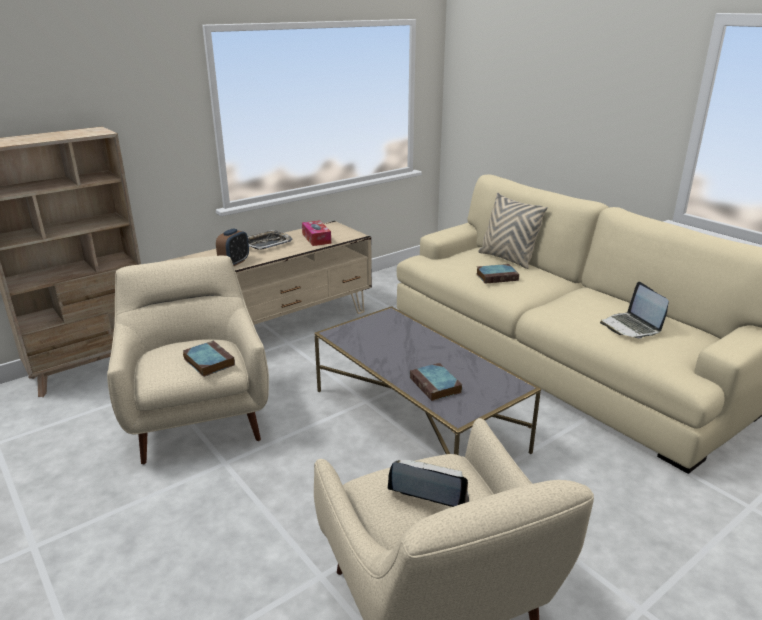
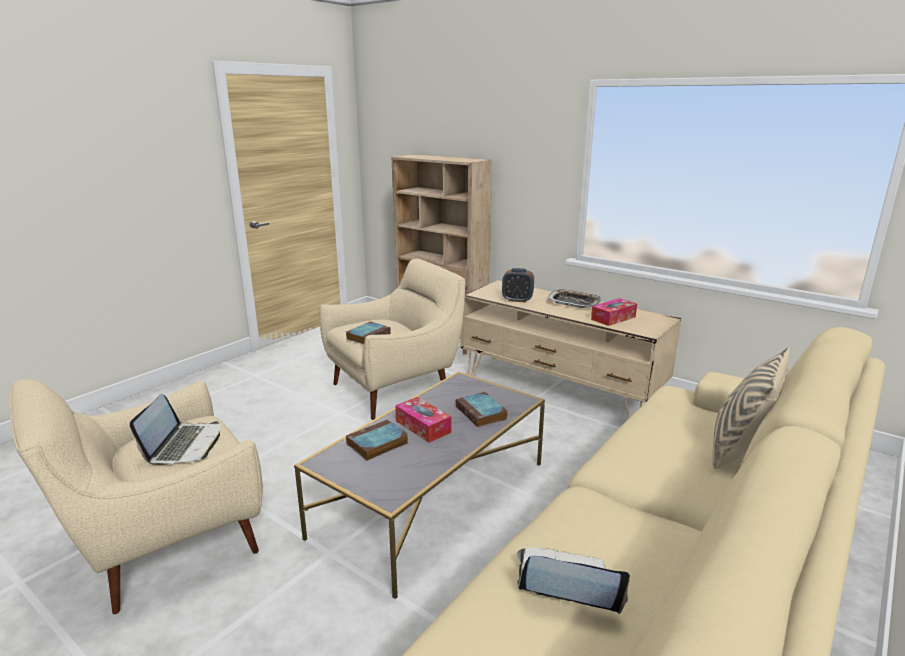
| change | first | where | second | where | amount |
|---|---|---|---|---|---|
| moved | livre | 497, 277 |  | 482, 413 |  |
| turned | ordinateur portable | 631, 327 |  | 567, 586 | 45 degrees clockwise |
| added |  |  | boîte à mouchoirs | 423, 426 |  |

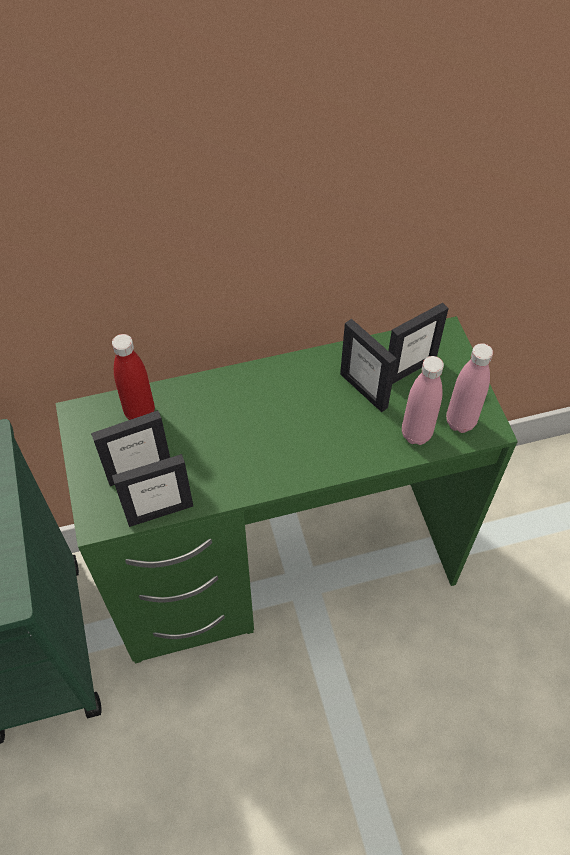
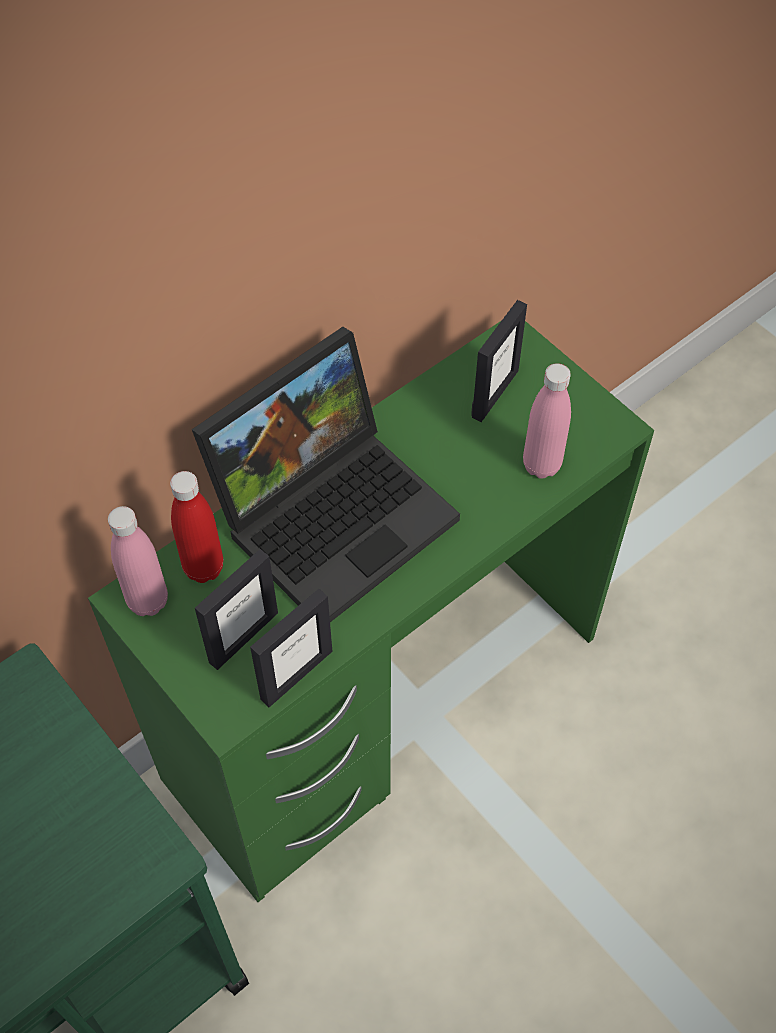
| change | first | where | second | where | amount |
|---|---|---|---|---|---|
| removed | cadre photo | 364, 390 |  |  |  |
| moved | bouteille/rose | 460, 422 |  | 148, 601 |  |
| added |  |  | ordinateur portable | 335, 512 |  |

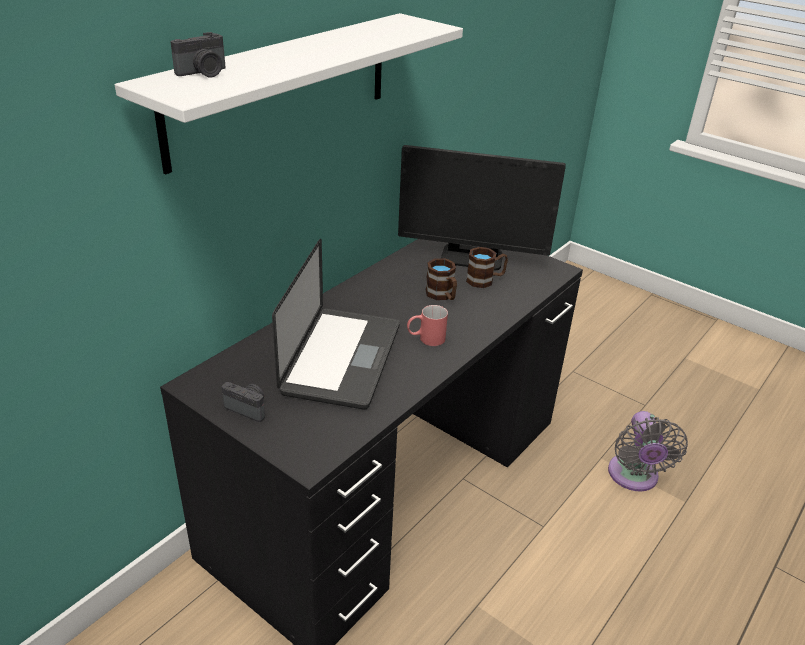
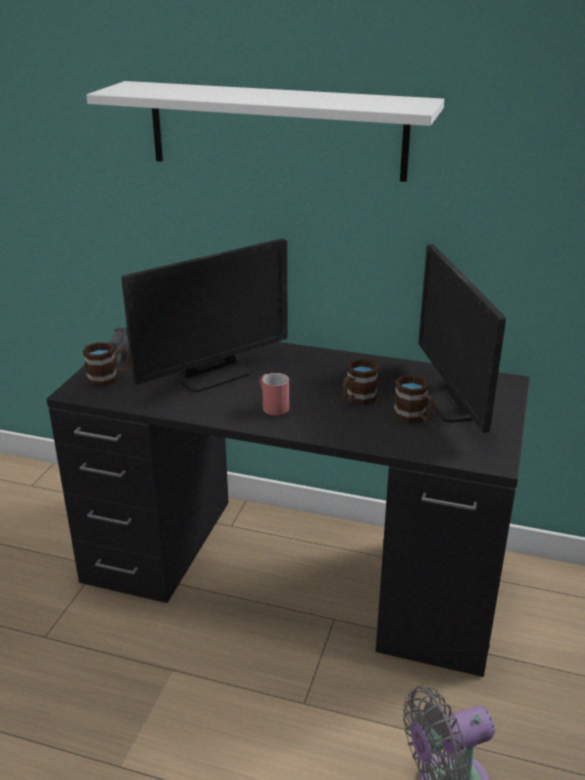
| change | first | where | second | where | amount |
|---|---|---|---|---|---|
| removed | appareil photo | 204, 73 |  |  |  |
| replaced | ordinateur portable | 342, 358 | écran d'ordinateur | 212, 374 |  |
| added |  |  | mug/marron | 109, 378 |  |

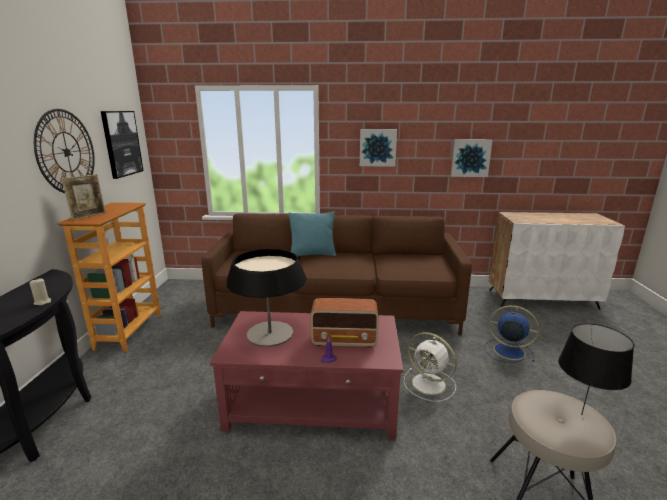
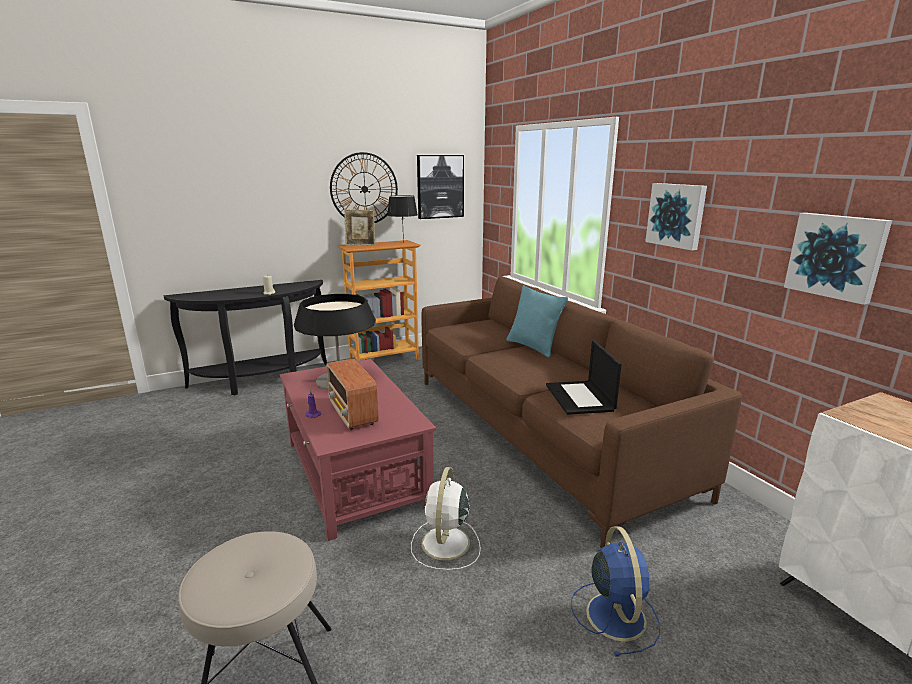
| change | first | where | second | where | amount |
|---|---|---|---|---|---|
| moved | lampe de table/noir | 581, 415 |  | 403, 242 |  |
| added |  |  | ordinateur portable | 580, 398 |  |

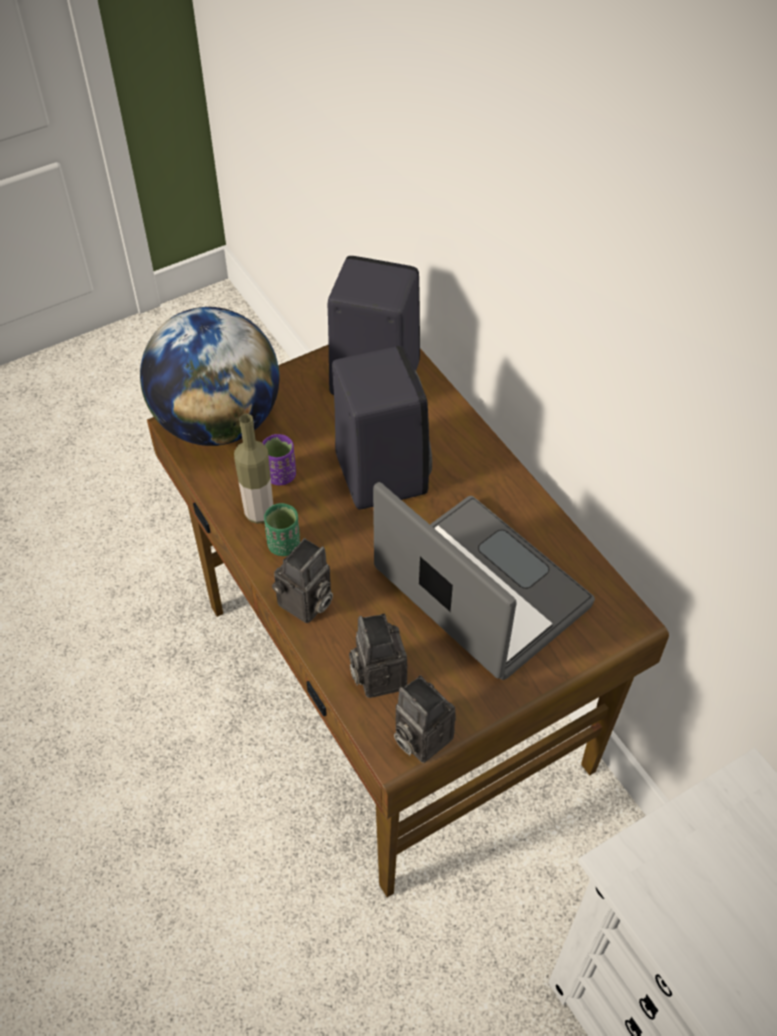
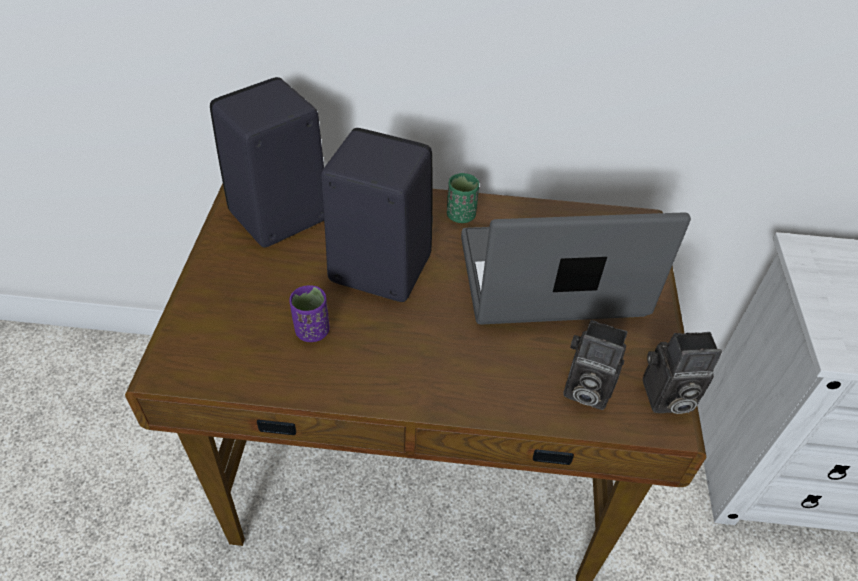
| change | first | where | second | where | amount |
|---|---|---|---|---|---|
| removed | globe | 218, 423 |  |  |  |
| removed | bouteille | 259, 513 |  |  |  |
| moved | tasse/vert | 284, 545 |  | 461, 215 |  |
| removed | appareil photo | 305, 605 |  |  |  |

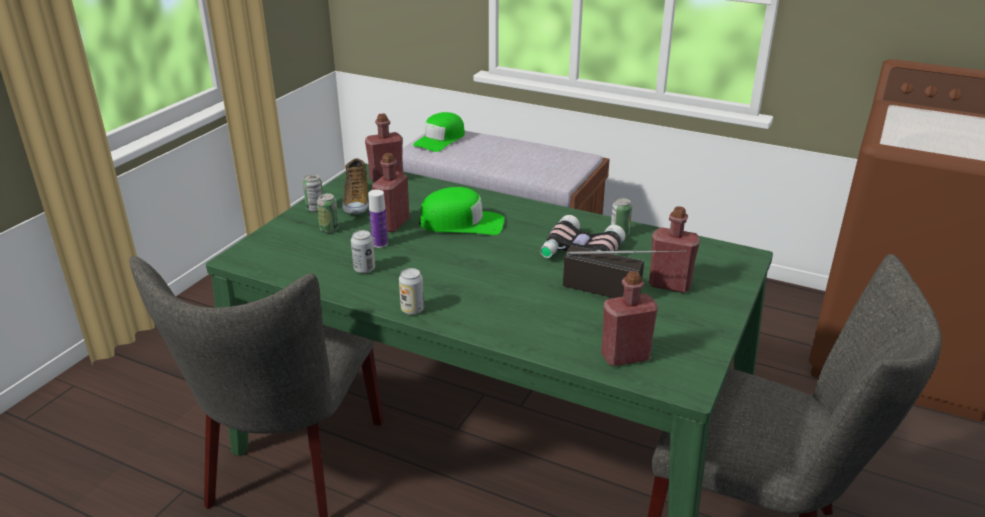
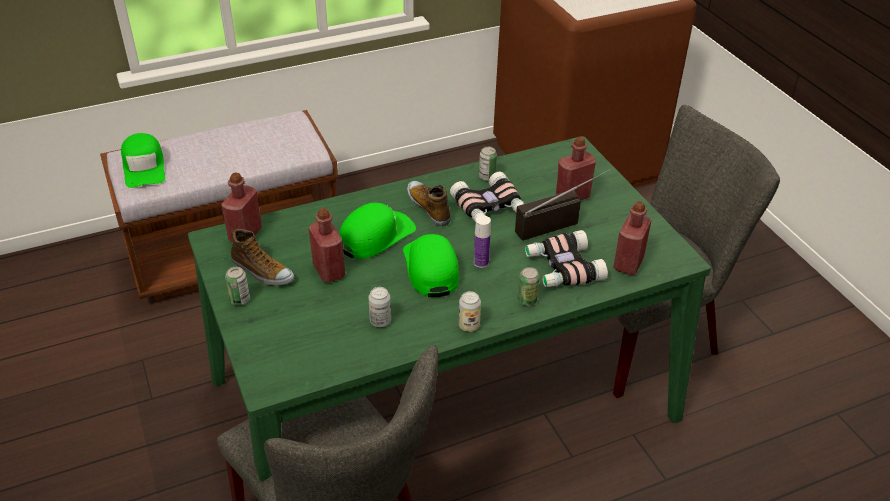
| change | first | where | second | where | amount |
|---|---|---|---|---|---|
| moved | bouteille | 380, 244 |  | 481, 262 |  |
| moved | boîte métallique | 329, 229 |  | 527, 300 |  |
| added |  |  | chaussure | 429, 207 |  |
| added |  |  | jumelles | 562, 268 |  |
| added |  |  | casquette/vert | 431, 268 |  |

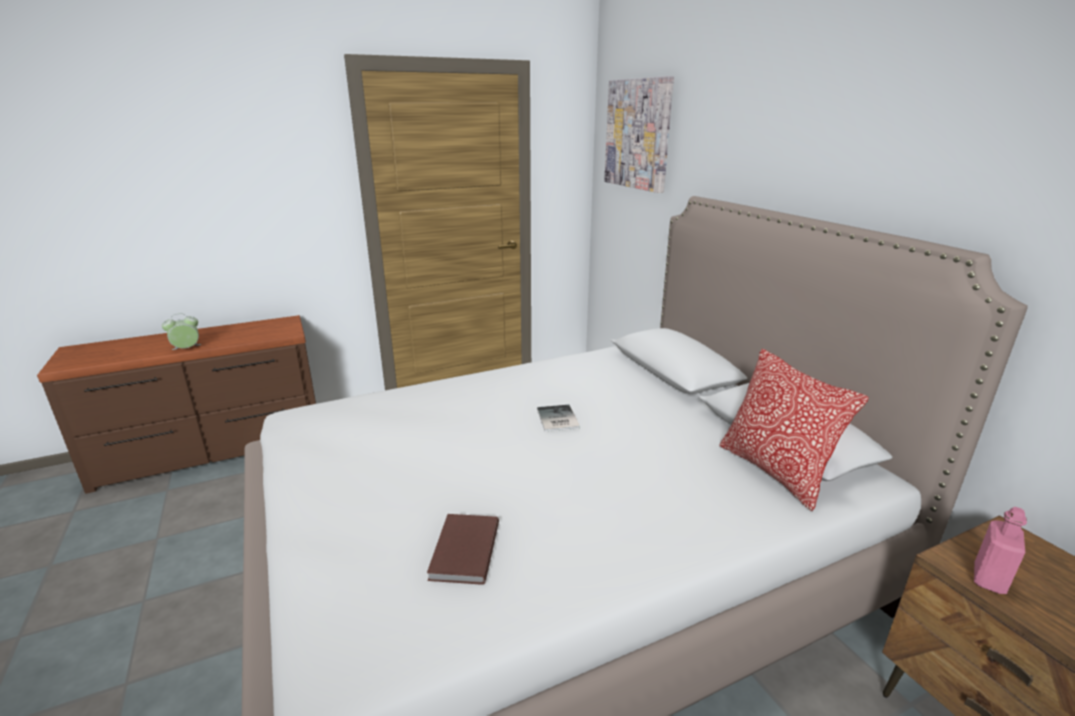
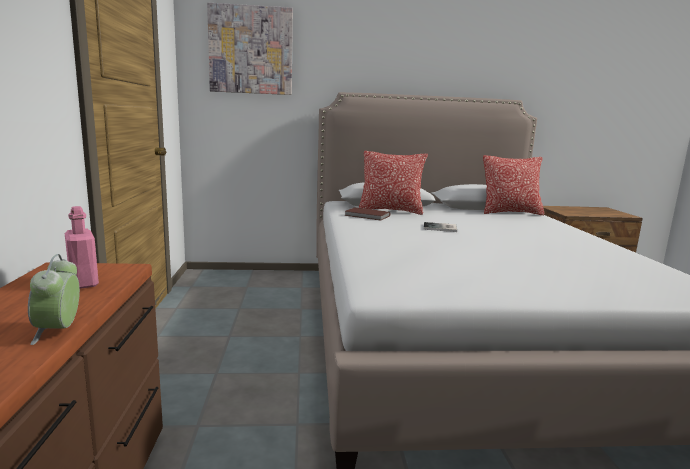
| change | first | where | second | where | amount |
|---|---|---|---|---|---|
| moved | bouteille/rose | 989, 579 |  | 84, 283 |  |
| moved | livre/marron | 462, 551 |  | 367, 216 |  |
| added |  |  | coussin | 391, 210 |  |

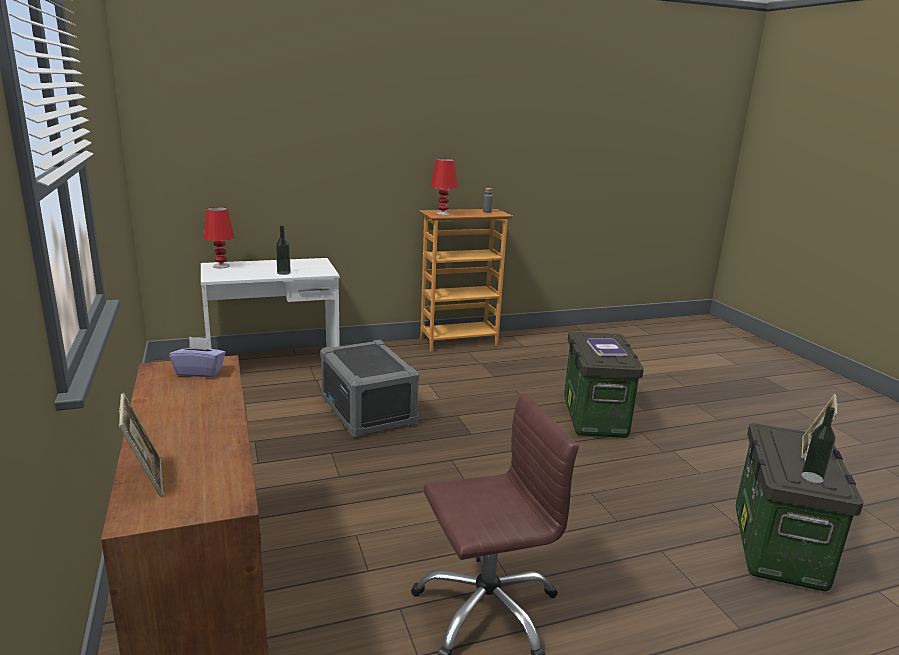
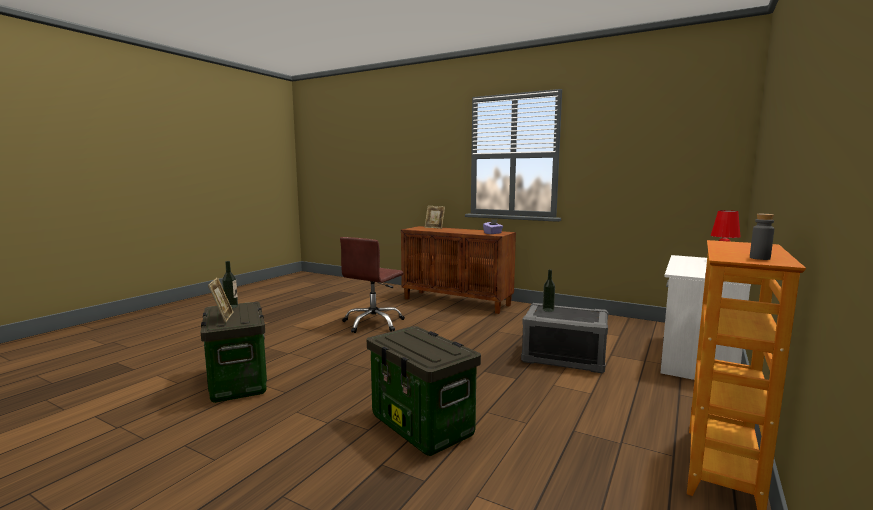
| change | first | where | second | where | amount |
|---|---|---|---|---|---|
| removed | lampe de table/rouge | 443, 214 |  |  |  |
| moved | bouteille | 283, 273 |  | 548, 310 |  |
| removed | livre | 606, 348 |  |  |  |

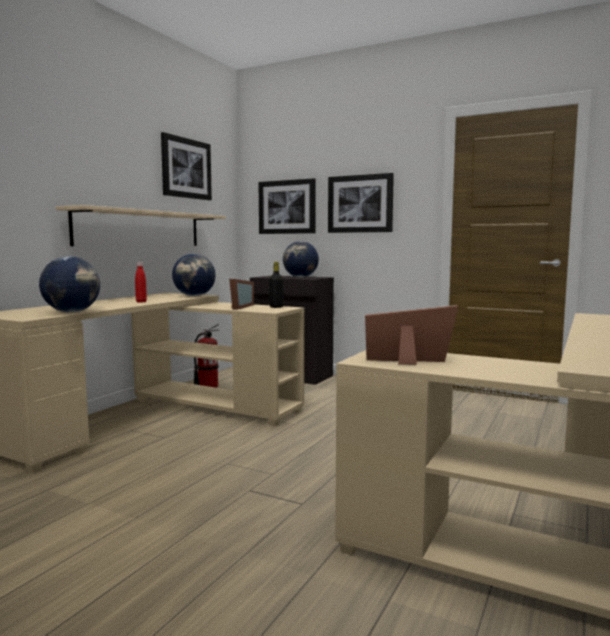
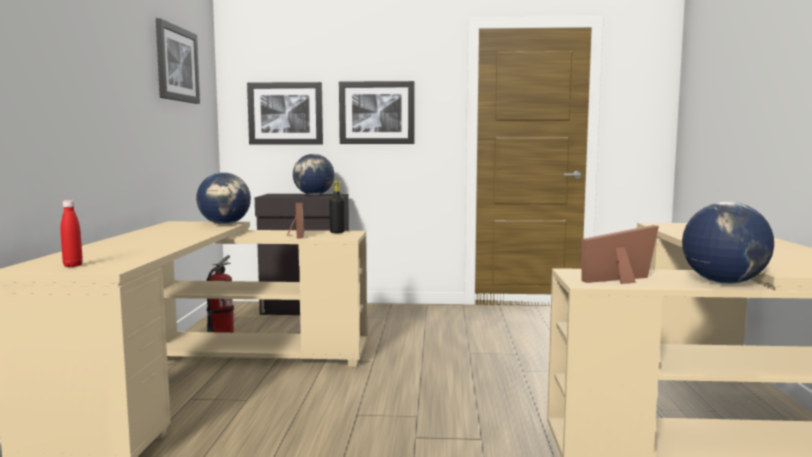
| change | first | where | second | where | amount |
|---|---|---|---|---|---|
| removed | étagère/beige | 140, 229 |  |  |  |
| moved | globe | 72, 312 |  | 723, 282 |  |
| moved | bouteille/rouge | 141, 302 |  | 73, 266 |  |

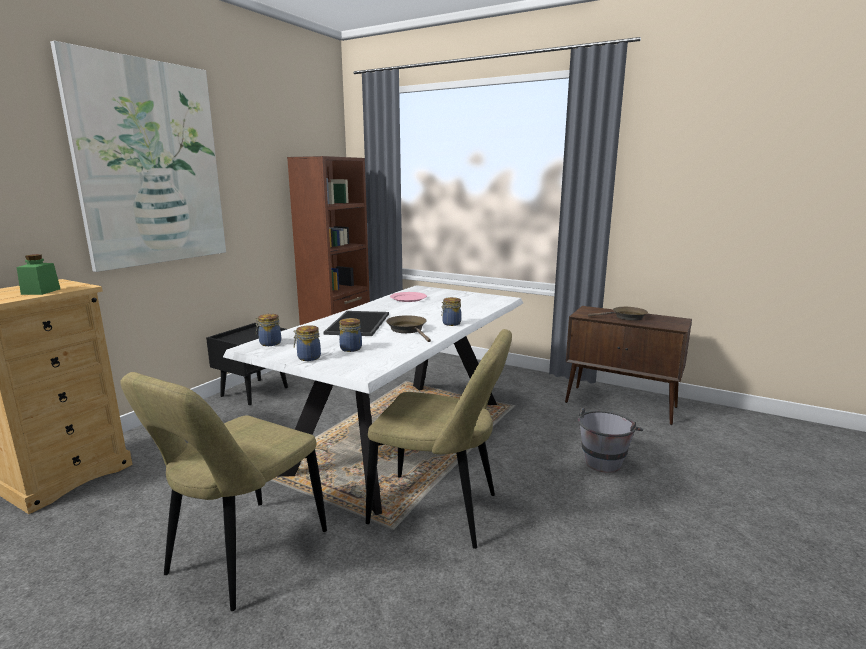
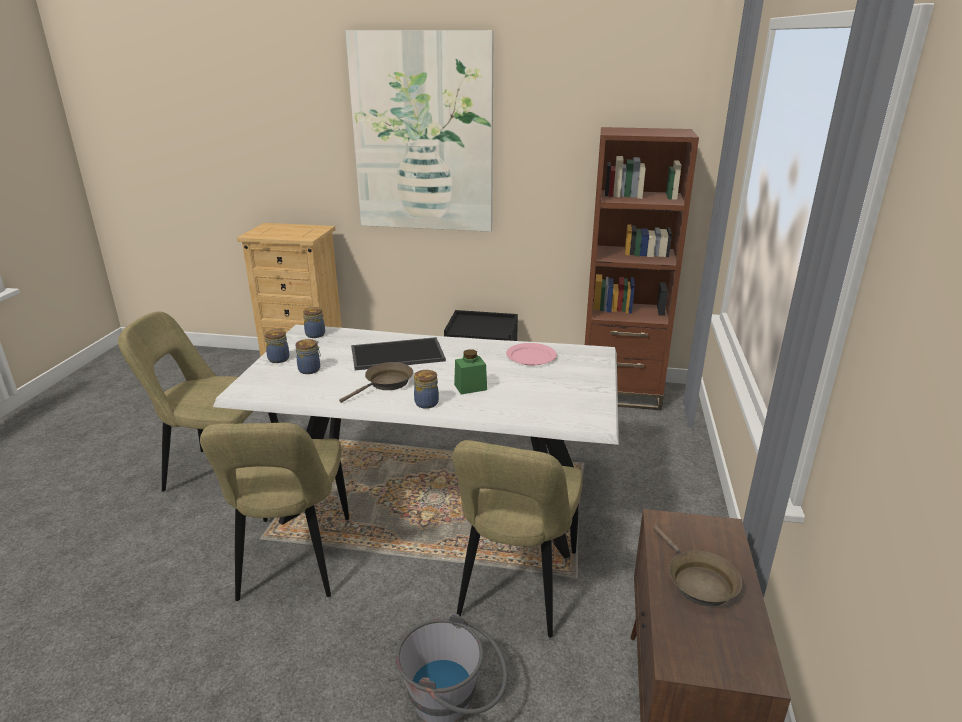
| change | first | where | second | where | amount |
|---|---|---|---|---|---|
| moved | bocal/vert | 41, 291 |  | 470, 387 |  |
| added |  |  | chaise/beige | 516, 588 |  |

